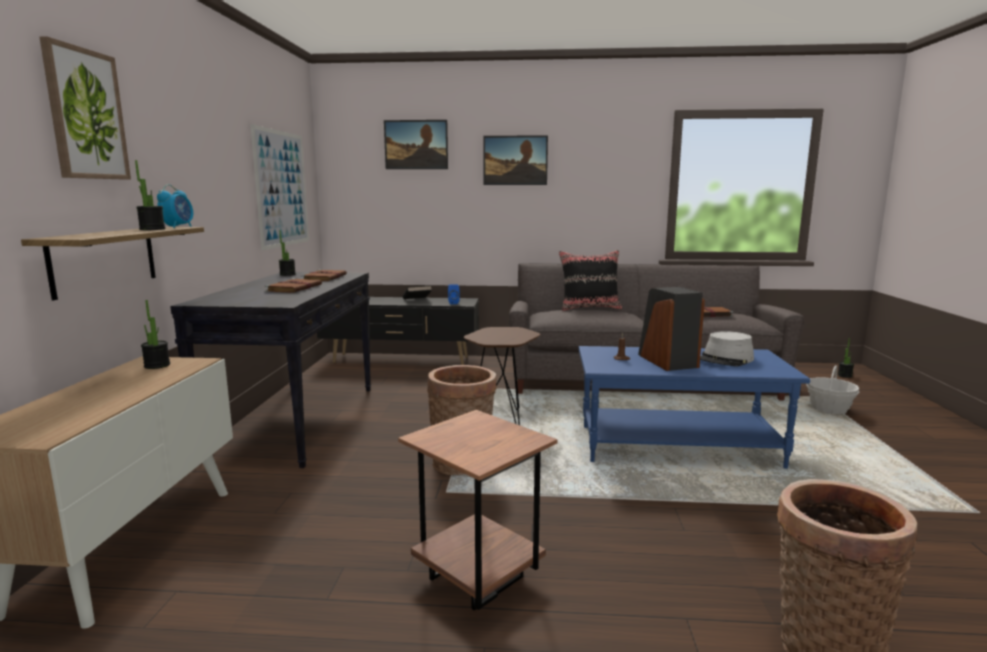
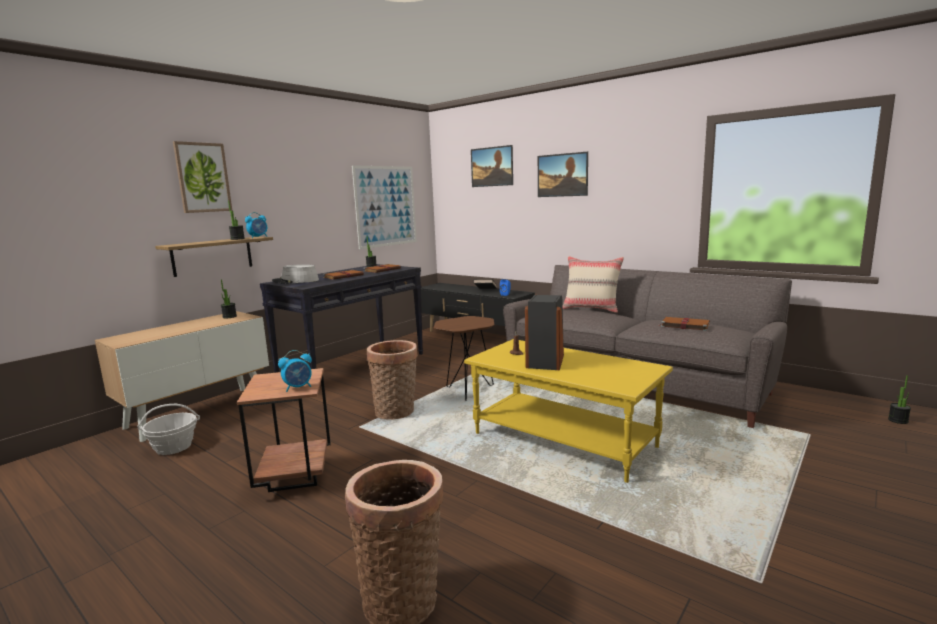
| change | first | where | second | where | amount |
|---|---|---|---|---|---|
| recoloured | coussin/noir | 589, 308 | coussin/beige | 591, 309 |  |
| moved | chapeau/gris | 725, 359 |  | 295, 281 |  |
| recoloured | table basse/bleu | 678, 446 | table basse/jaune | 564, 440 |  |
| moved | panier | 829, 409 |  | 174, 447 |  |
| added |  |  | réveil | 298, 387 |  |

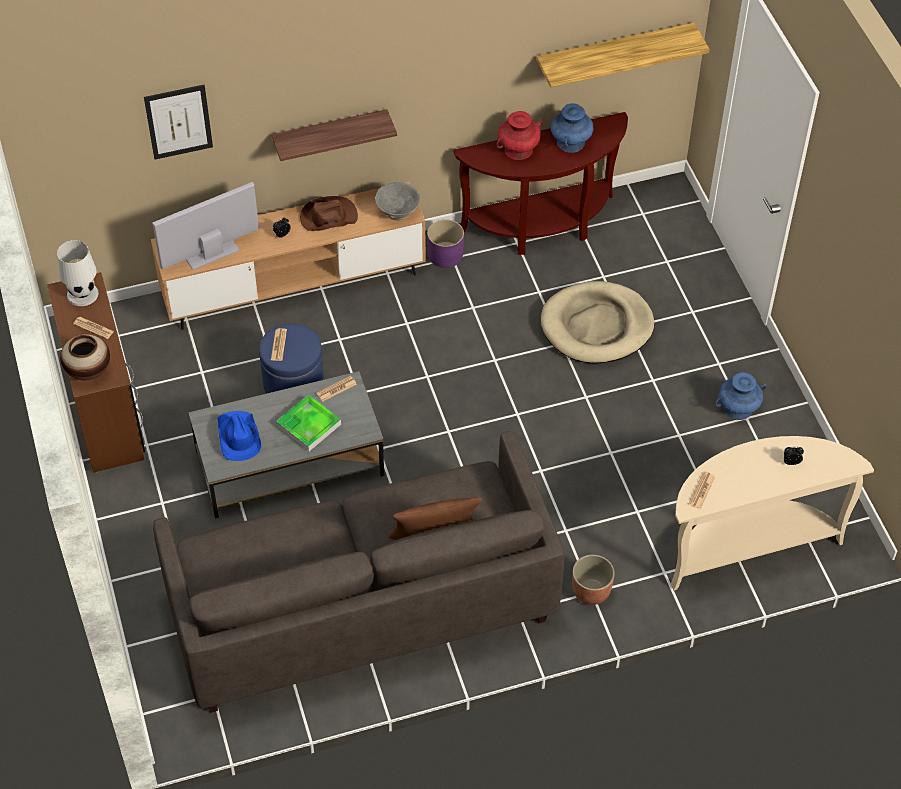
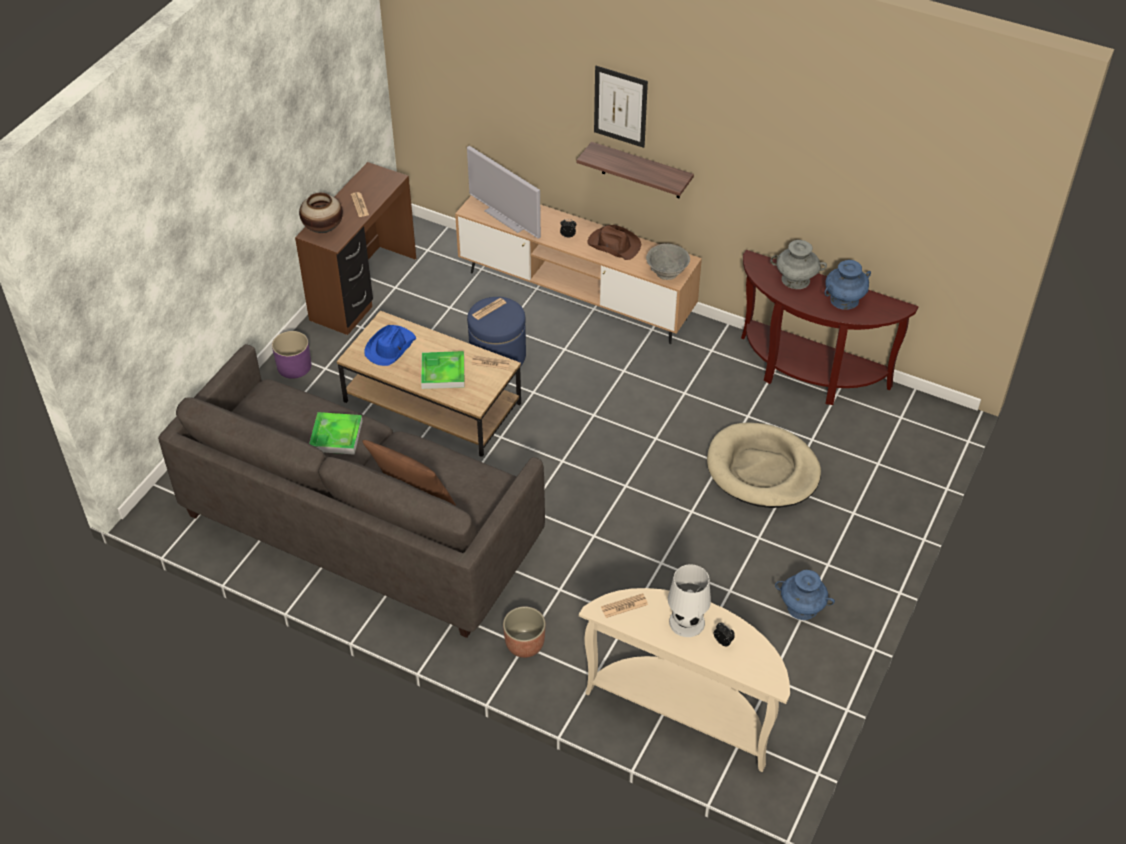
| change | first | where | second | where | amount |
|---|---|---|---|---|---|
| removed | étagère | 614, 52 |  |  |  |
| moved | tableau | 178, 121 |  | 620, 106 |  |
| recoloured | vase/rouge | 518, 150 | vase/gris | 796, 280 |  |
| turned | téléviseur | 212, 254 |  | 507, 218 | 150 degrees counterclockwise |
| moved | cache-pot/violet | 445, 254 |  | 294, 366 |  |
| moved | lampe de table/blanc | 83, 294 |  | 687, 622 |  |
| recoloured | table basse/gris | 289, 463 | table basse/marron | 432, 403 |  |
| added |  |  | plateau | 336, 436 |  |

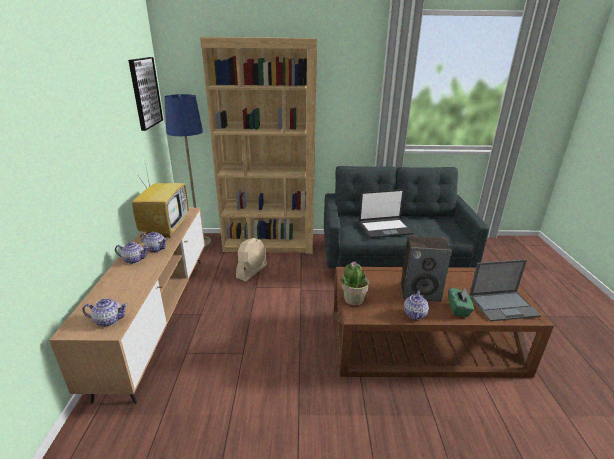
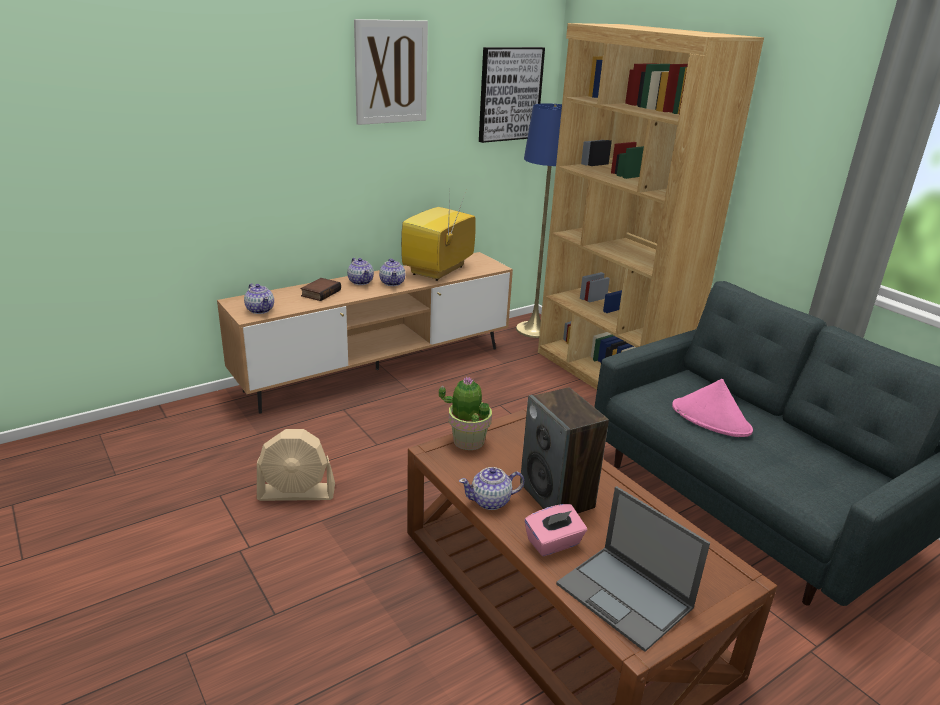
| change | first | where | second | where | amount |
|---|---|---|---|---|---|
| turned | téléviseur | 166, 228 |  | 438, 271 | 150 degrees clockwise |
| replaced | ordinateur portable | 385, 228 | chapeau/rose | 711, 419 |  |
| moved | ventilateur/beige | 252, 271 |  | 297, 492 |  |
| recoloured | boîte à mouchoirs/vert | 458, 309 | boîte à mouchoirs/rose | 553, 543 |  |
| added |  |  | tableau | 391, 72 |  |
| added |  |  | livre | 320, 292 |  |

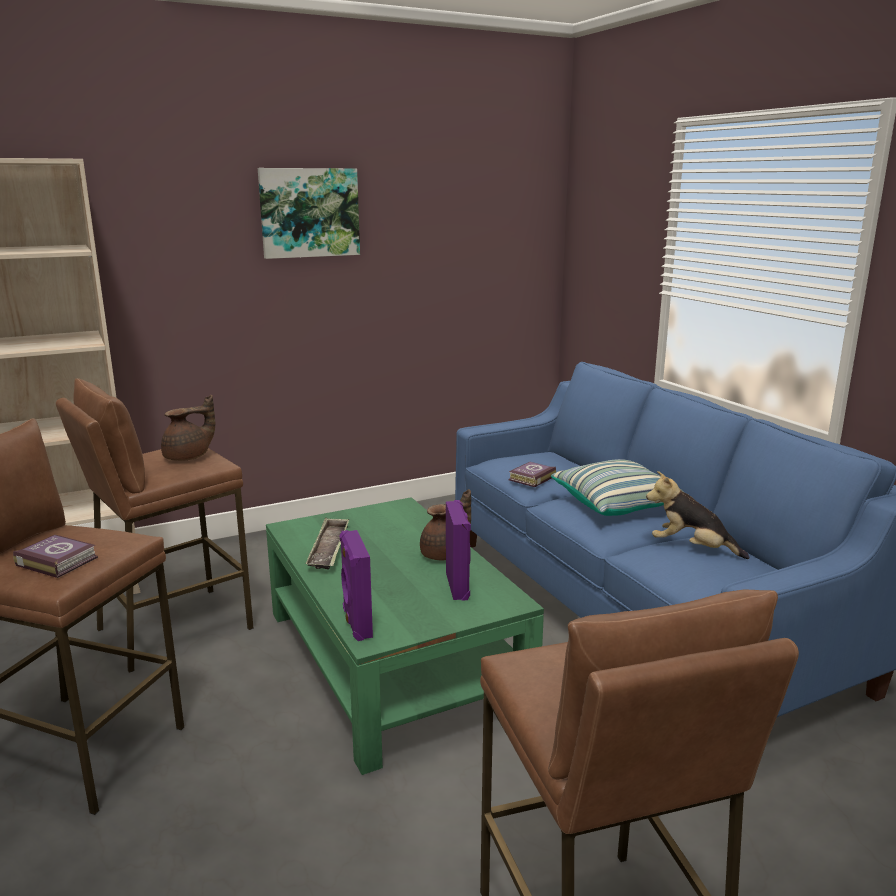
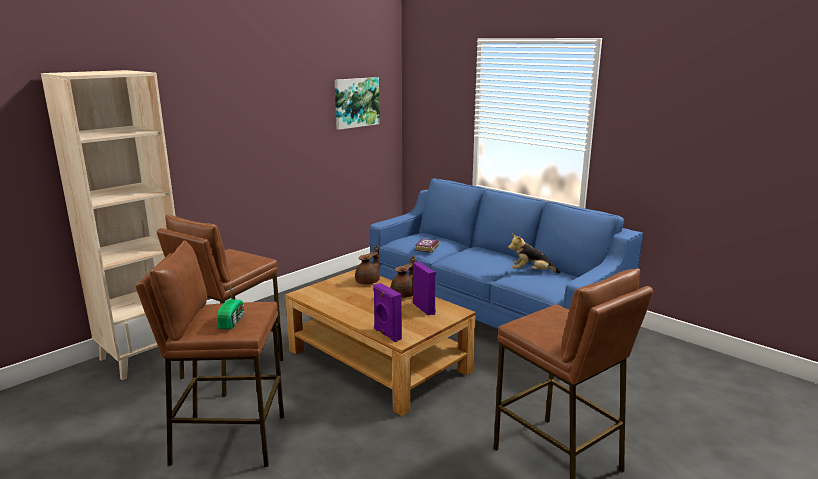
| change | first | where | second | where | amount |
|---|---|---|---|---|---|
| moved | tableau | 309, 212 |  | 356, 102 |  |
| moved | théière/marron | 189, 457 |  | 368, 281 |  |
| removed | coussin | 617, 504 |  |  |  |
| recoloured | table basse/vert | 392, 660 | table basse/marron | 378, 361 |  |
| removed | plateau | 329, 548 |  |  |  |
| replaced | livre | 57, 560 | radio | 233, 321 |  |

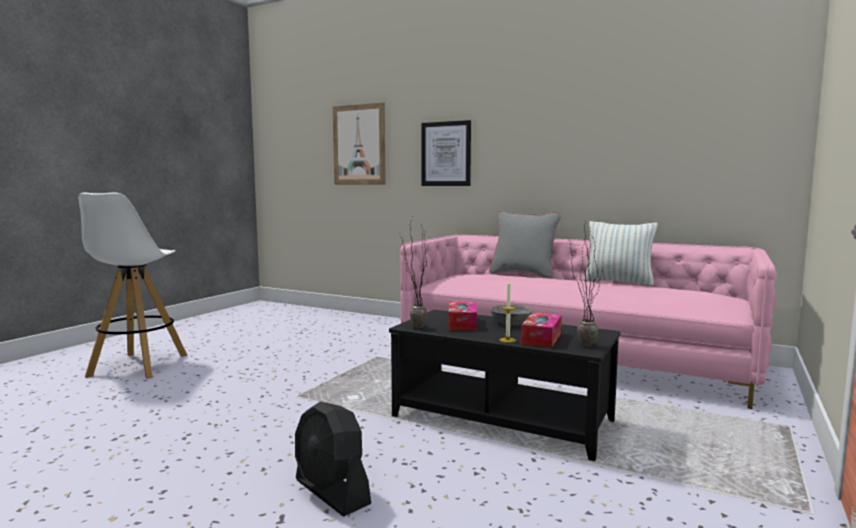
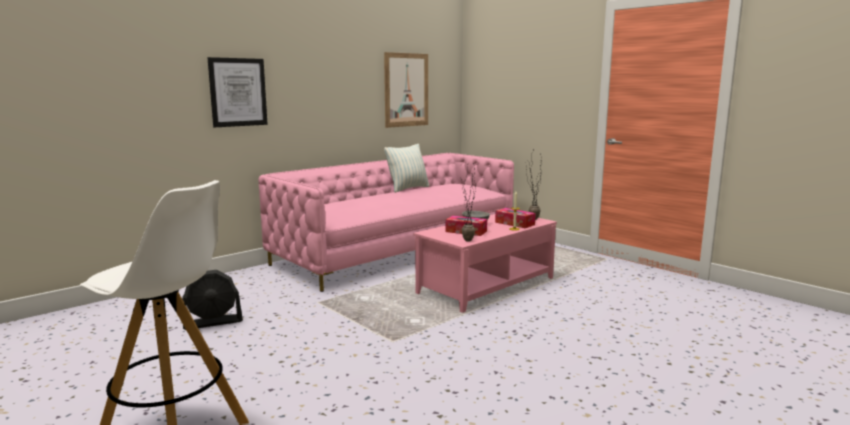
| change | first | where | second | where | amount |
|---|---|---|---|---|---|
| moved | tableau | 359, 145 |  | 406, 90 |  |
| removed | coussin/gris | 523, 275 |  |  |  |
| recoloured | table basse/noir | 502, 418 | table basse/rose | 485, 285 |  |
| moved | ventilateur/noir | 331, 492 |  | 213, 322 |  |

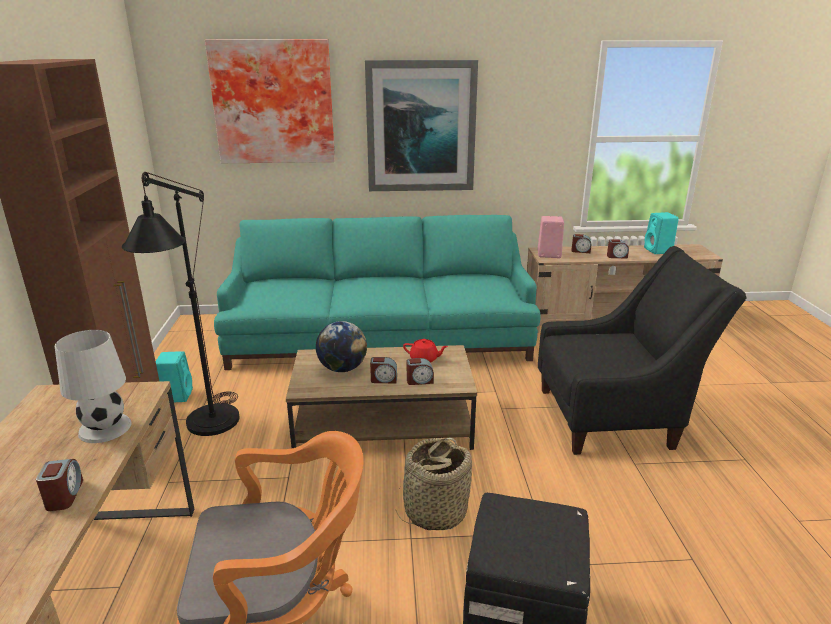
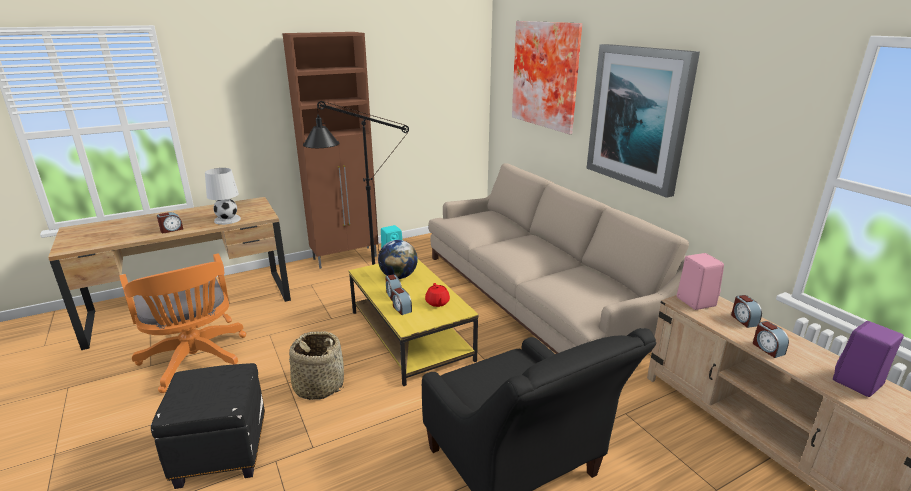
| change | first | where | second | where | amount |
|---|---|---|---|---|---|
| recoloured | enceinte/turquoise | 658, 251 | enceinte/violet | 857, 383 |  |
| recoloured | canapé/turquoise | 380, 337 | canapé/beige | 537, 297 |  |
| recoloured | table basse/marron | 384, 424 | table basse/jaune | 411, 335 |  |

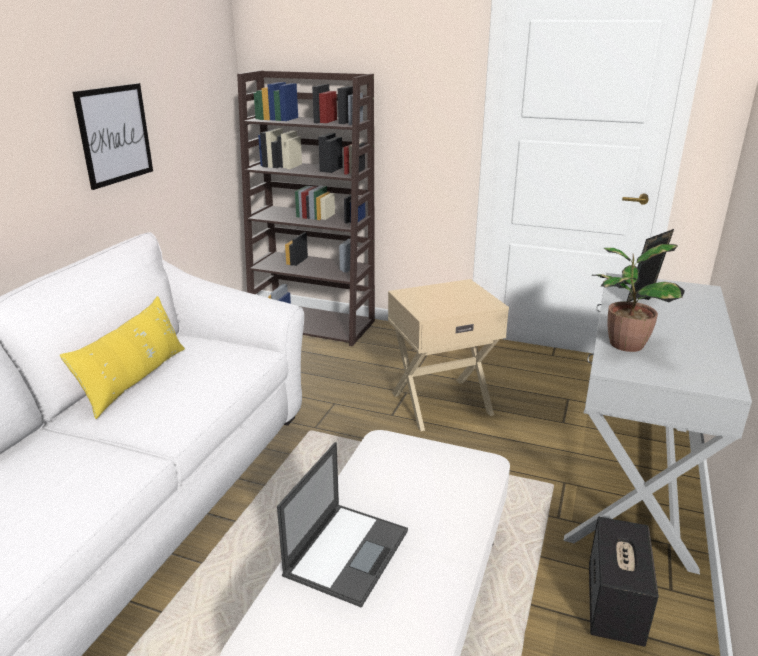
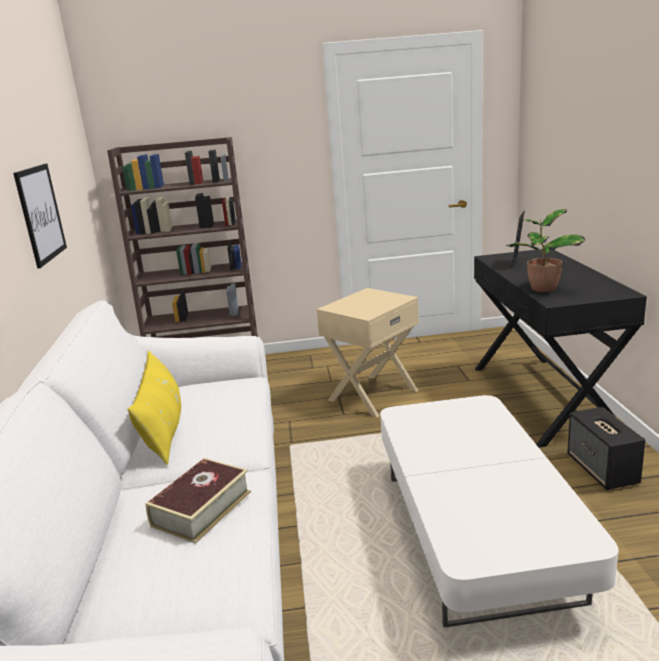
| change | first | where | second | where | amount |
|---|---|---|---|---|---|
| recoloured | table console/blanc | 633, 478 | table console/noir | 544, 398 |  |
| removed | ordinateur portable | 347, 551 |  |  |  |
| added |  |  | livre | 201, 508 |  |

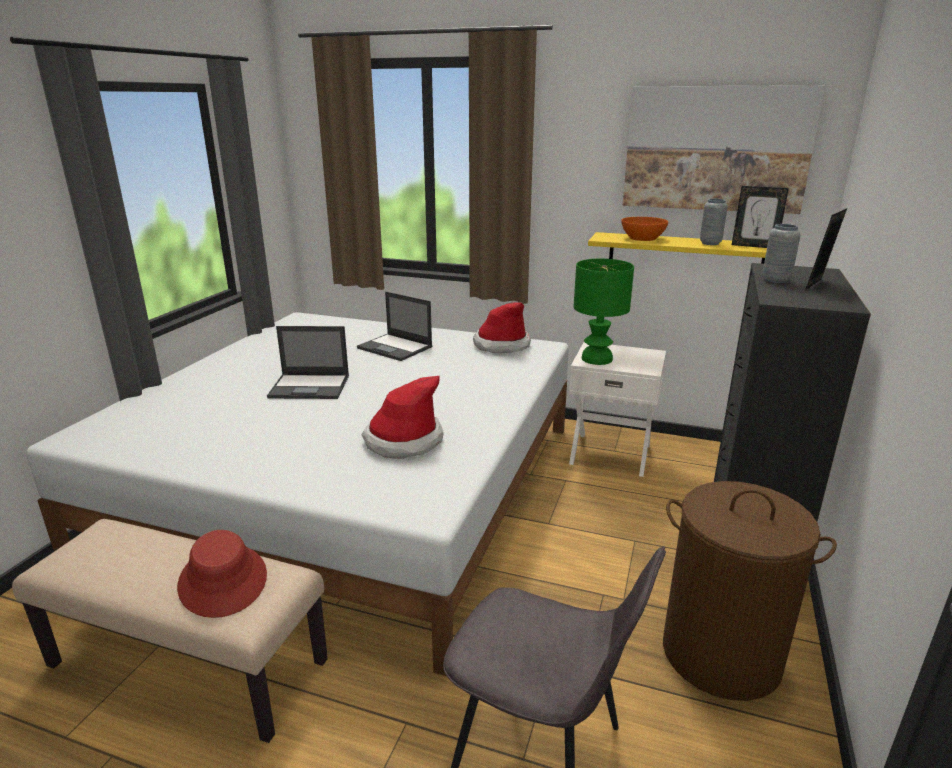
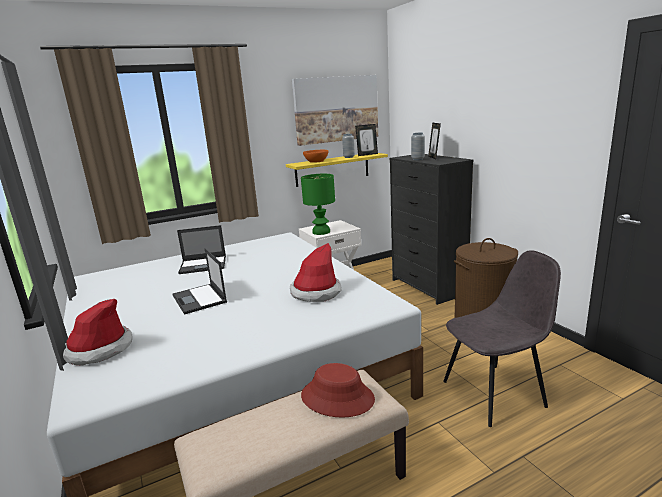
| change | first | where | second | where | amount |
|---|---|---|---|---|---|
| moved | chapeau | 501, 345 |  | 99, 349 |  |
| turned | ordinateur portable | 310, 387 |  | 199, 299 | 105 degrees clockwise |

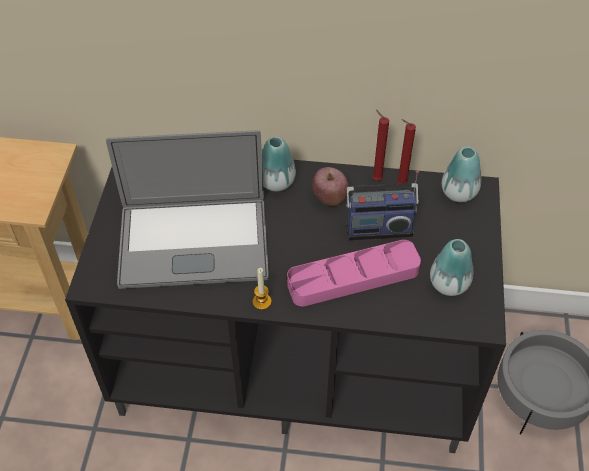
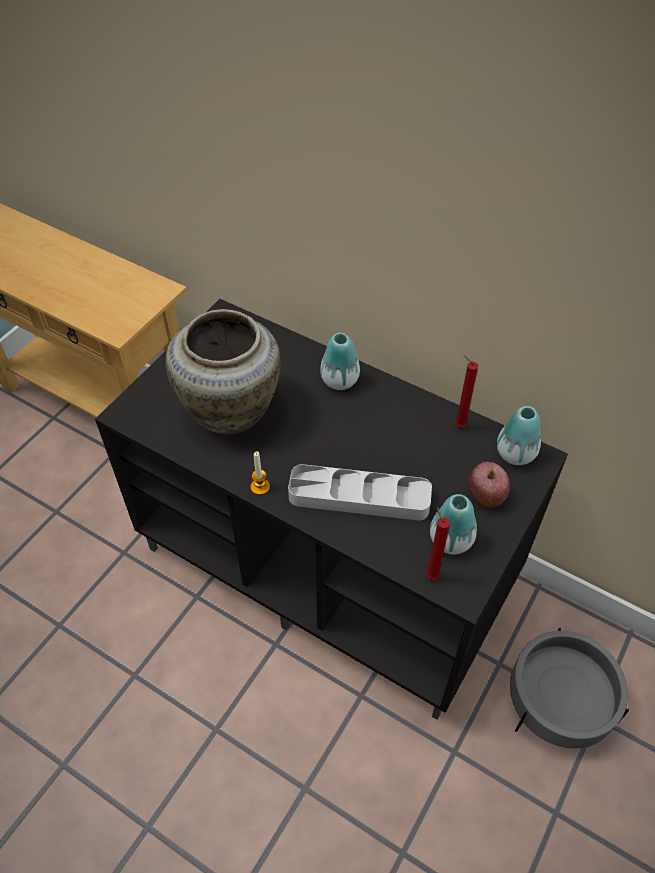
| change | first | where | second | where | amount |
|---|---|---|---|---|---|
| moved | bougie/rouge | 375, 178 |  | 430, 574 |  |
| replaced | ordinateur portable | 193, 242 | vase/beige | 231, 409 |  |
| moved | pomme | 329, 198 |  | 485, 496 |  |
| removed | radio | 378, 227 |  |  |  |
| recoloured | plateau/rose | 353, 277 | plateau/gris | 359, 497 |  |

